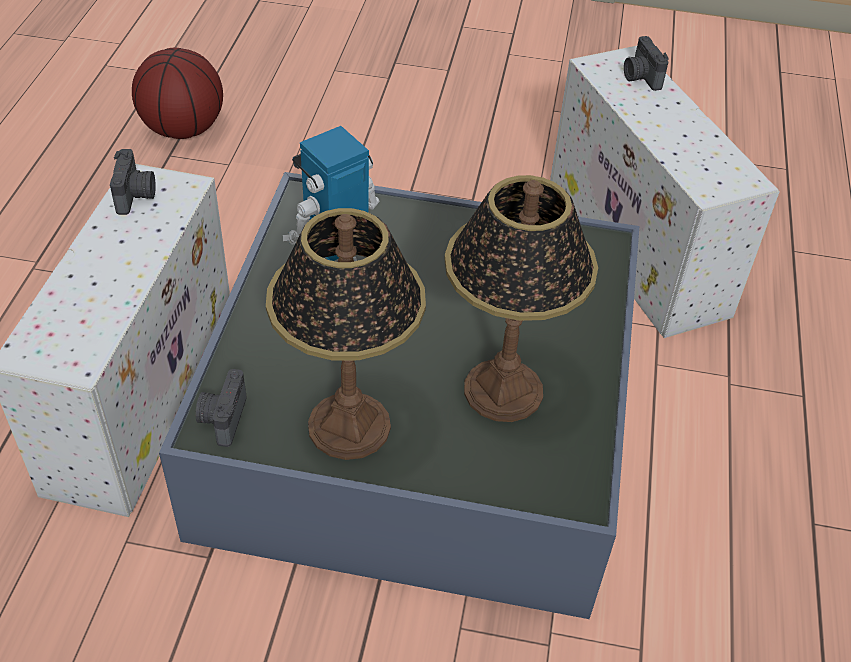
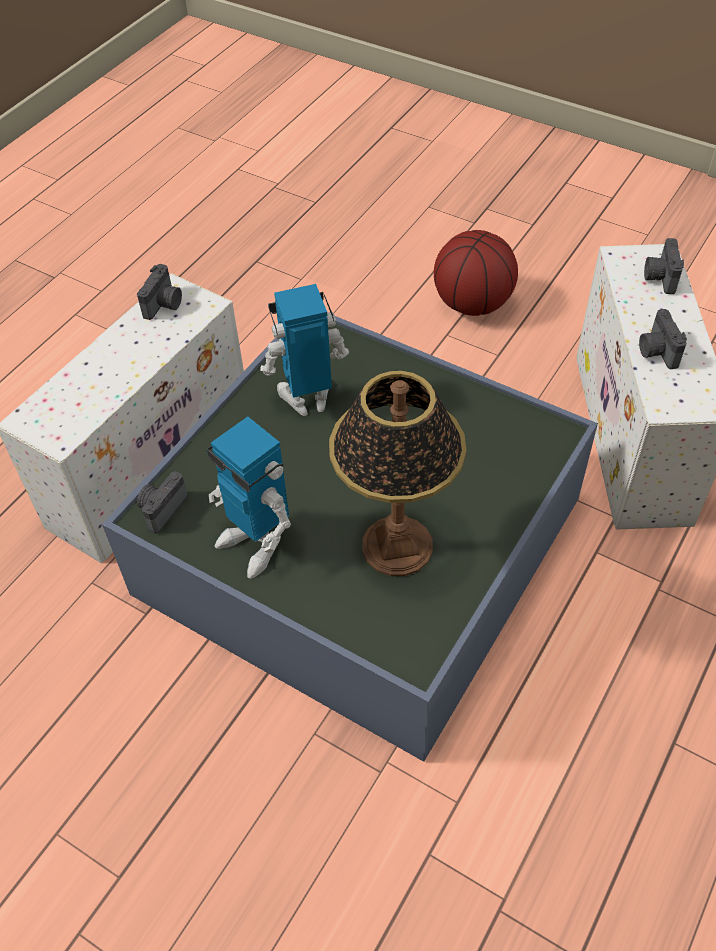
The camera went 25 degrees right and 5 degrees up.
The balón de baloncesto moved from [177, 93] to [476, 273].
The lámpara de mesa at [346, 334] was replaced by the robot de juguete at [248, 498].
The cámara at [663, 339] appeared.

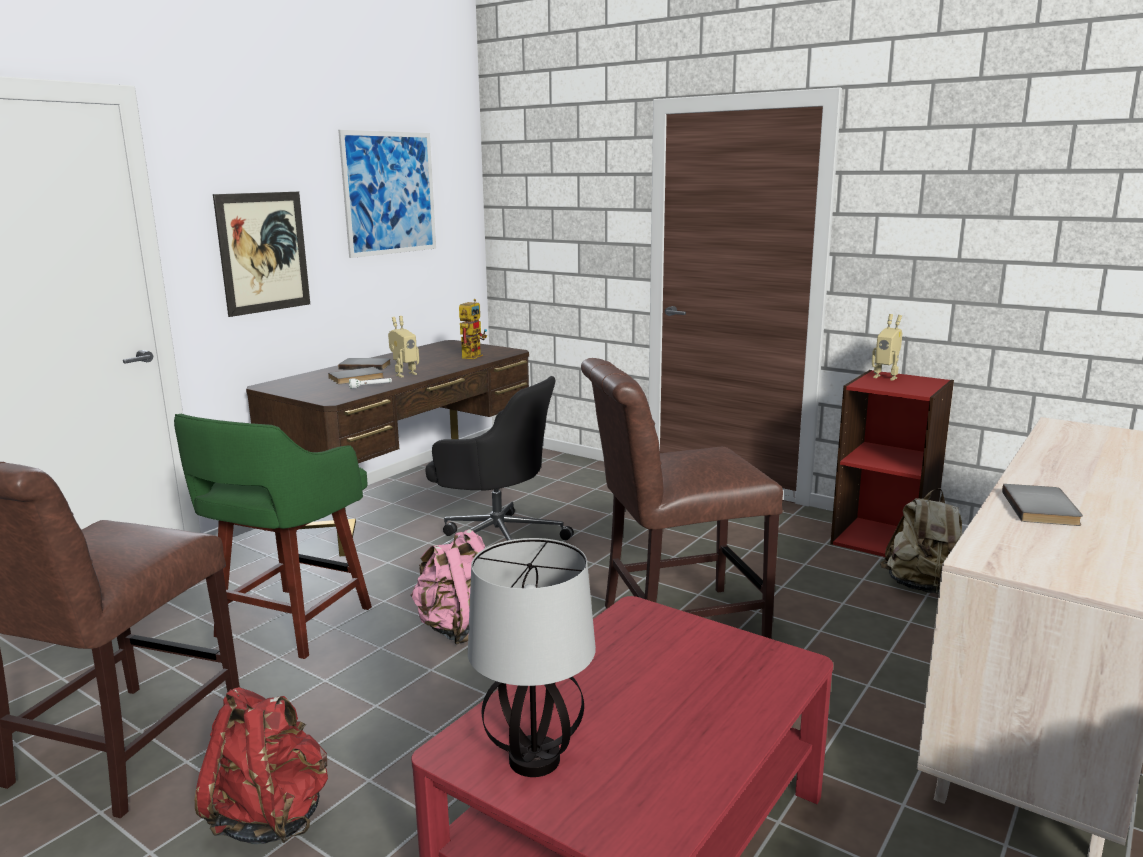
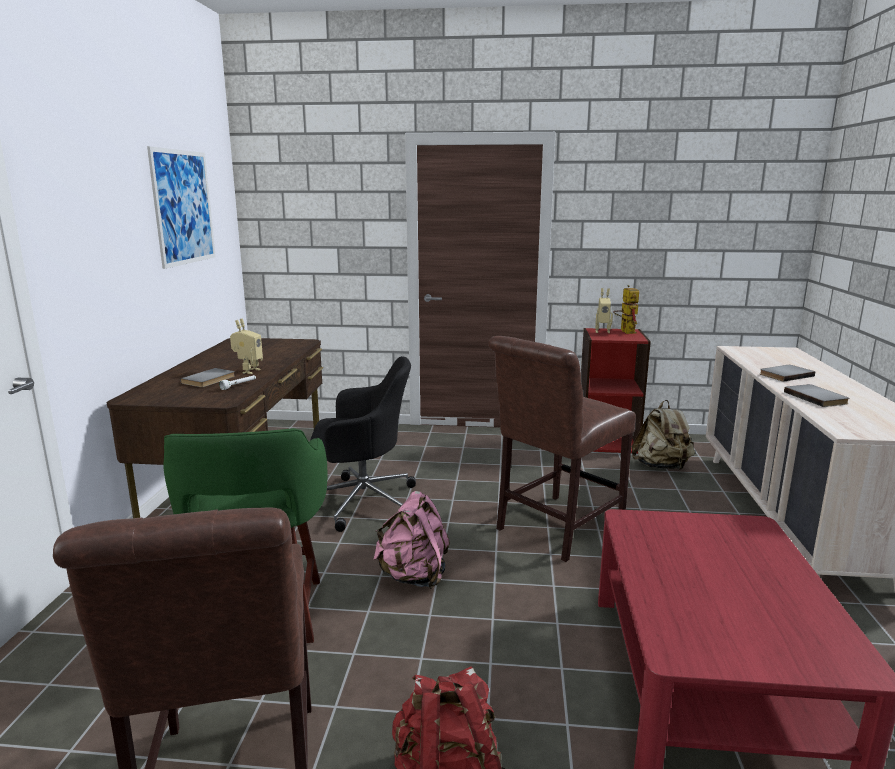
The camera went 30 degrees left and 0 degrees up.
The cuadro at [261, 254] disappeared.
The libro [gris] moved from [364, 364] to [787, 373].
The robot de juguete moved from [473, 329] to [626, 309].
The lámpara de mesa at [532, 657] disappeared.

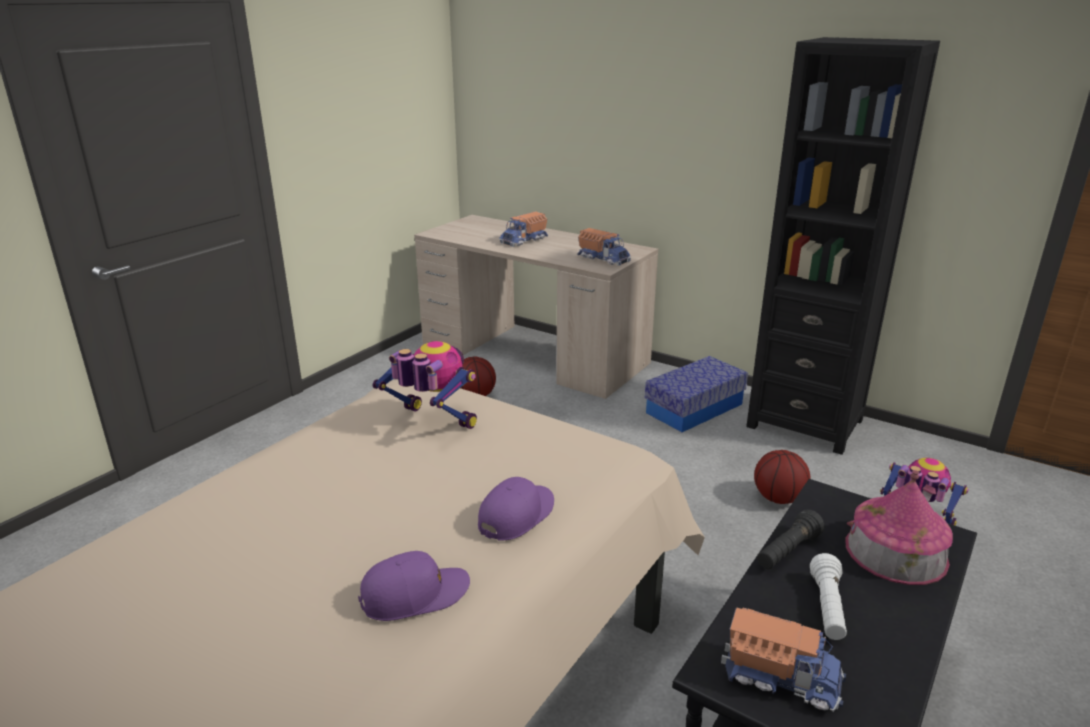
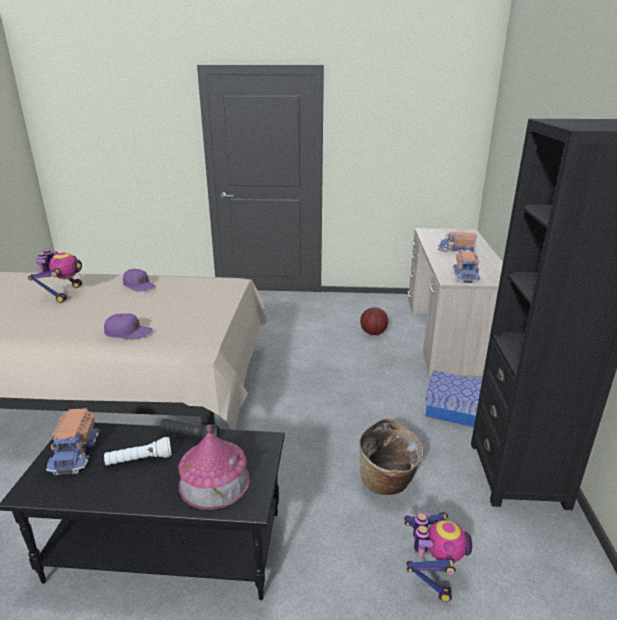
The camera went 60 degrees right and 0 degrees up.
The gorra [morado] moved from [414, 586] to [139, 280].
The robot de juguete moved from [425, 385] to [55, 276].
The balón de baloncesto at [782, 477] was replaced by the cesta at [391, 456].

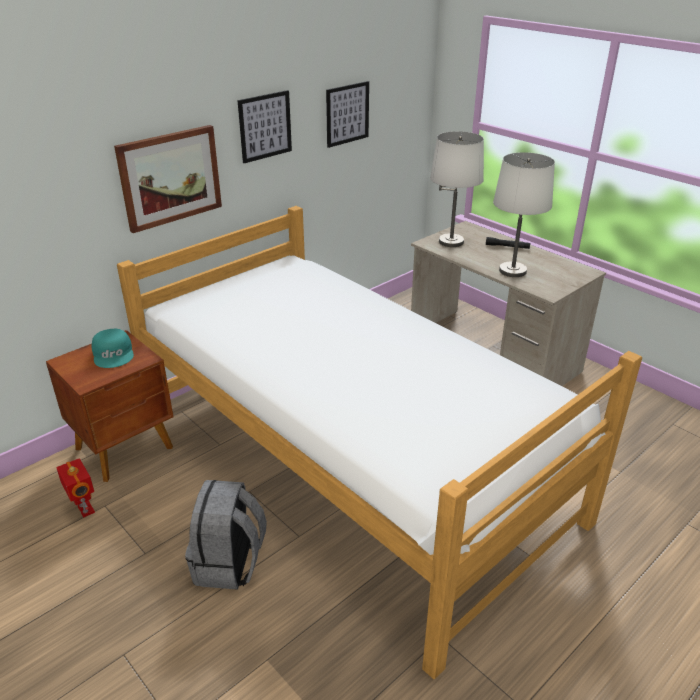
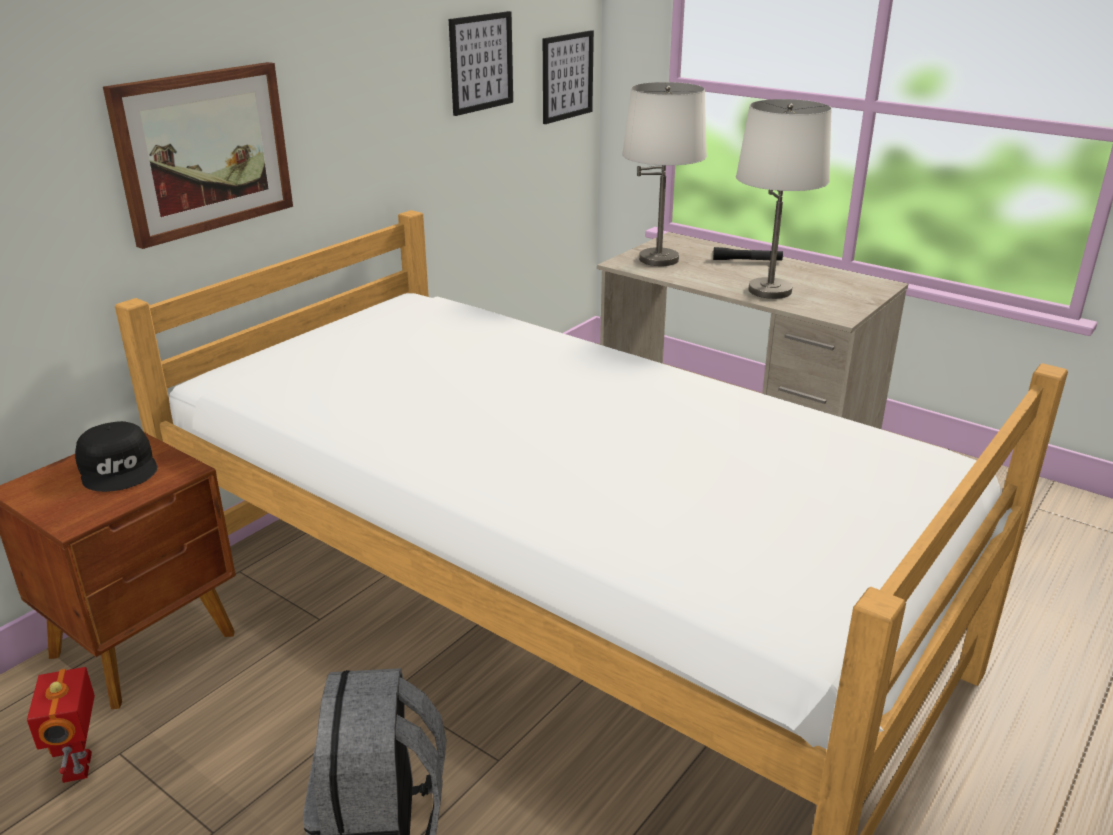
The camera went 10 degrees left and 5 degrees down.
The robot de juguete at [75, 488] turned 150 degrees counterclockwise.
The gorra [turquesa] at [113, 348] became the gorra [negro] at [116, 456].
The cuadro moved from [264, 126] to [568, 77].

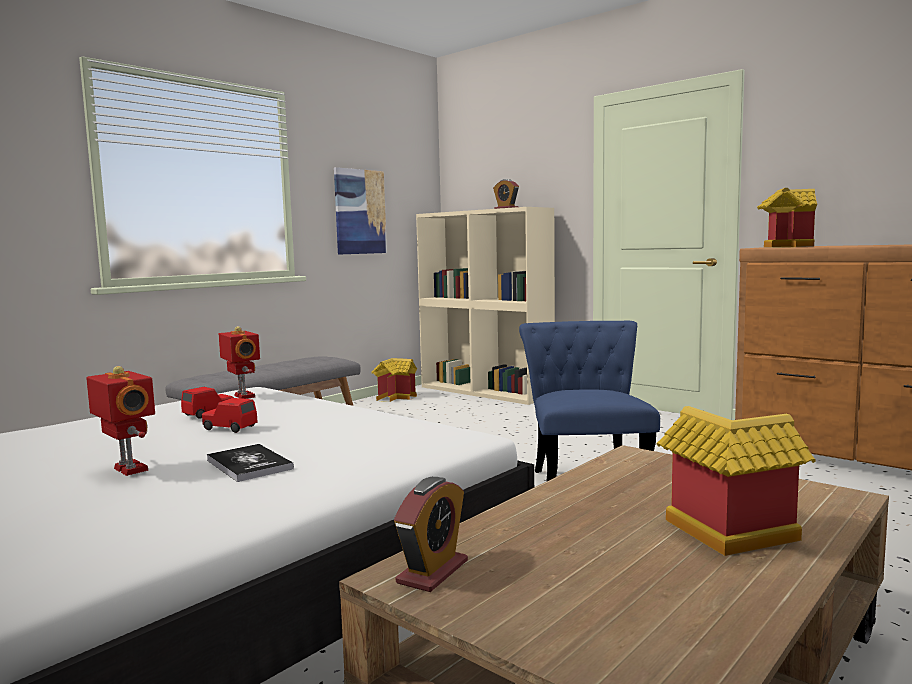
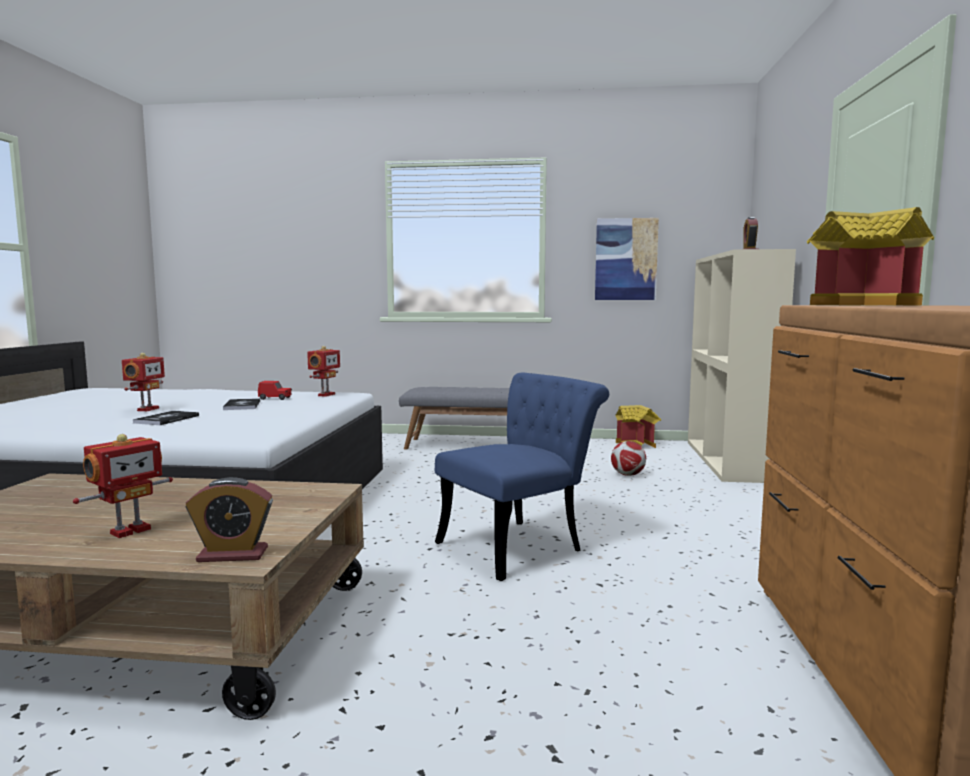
The camera went 55 degrees right and 0 degrees up.
The coche de juguete [rojo] at [229, 415] was replaced by the libro at [241, 404].
The despertador moved from [431, 534] to [229, 519].
The casita at [736, 481] was replaced by the robot de juguete at [123, 486].
The balón de fútbol at [628, 458] appeared.

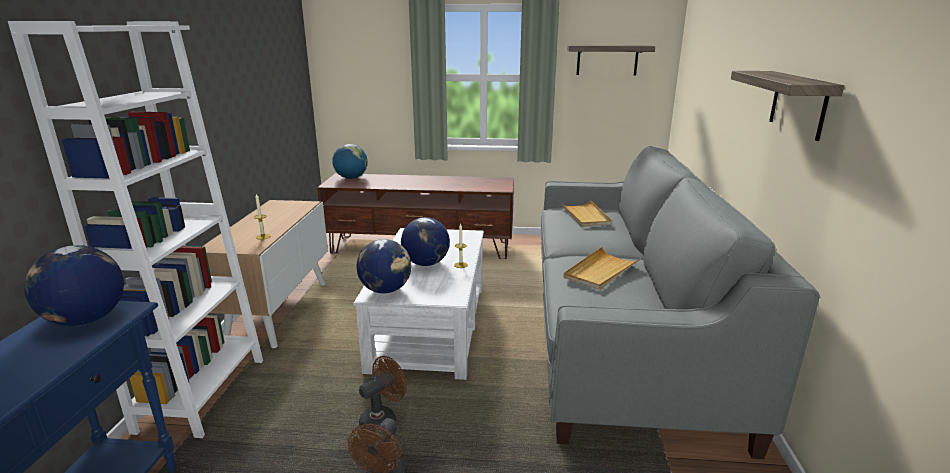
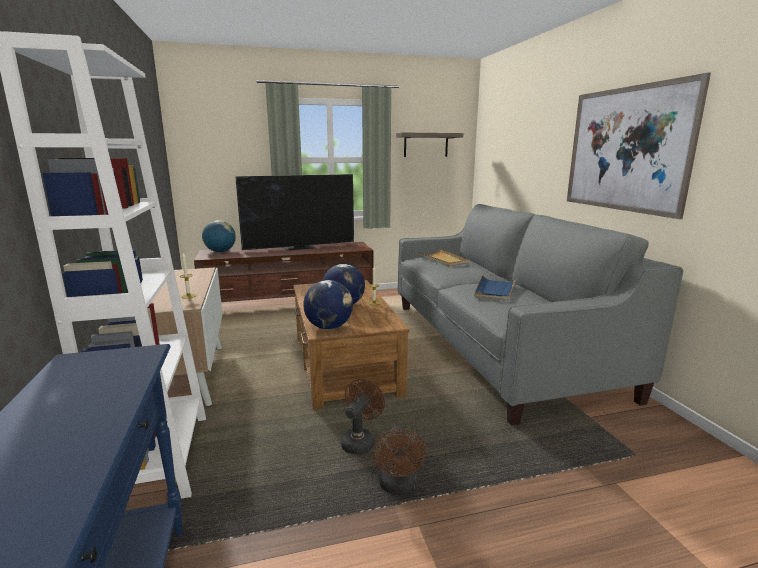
The camera went 20 degrees left and 5 degrees down.
The globo terráqueo at [74, 285] disappeared.
The mesa de centro [blanco] at [419, 304] became the mesa de centro [marrón] at [351, 345].
The bandeja [beis] at [602, 268] became the bandeja [azul] at [496, 287].
The estante at [787, 106] was replaced by the cuadro at [639, 146].
The televisor at [294, 212] appeared.

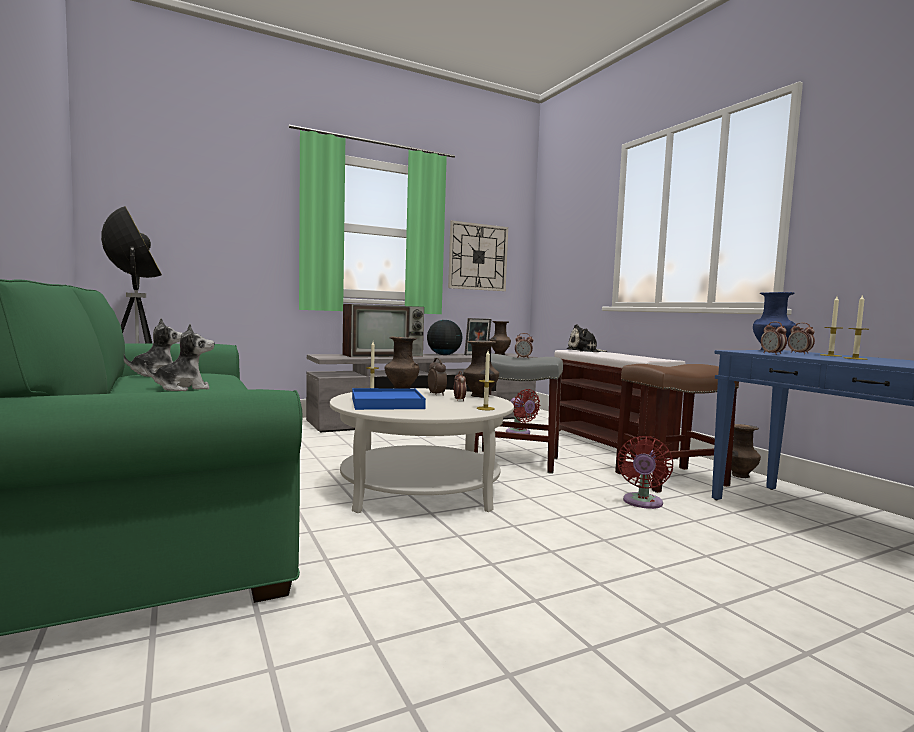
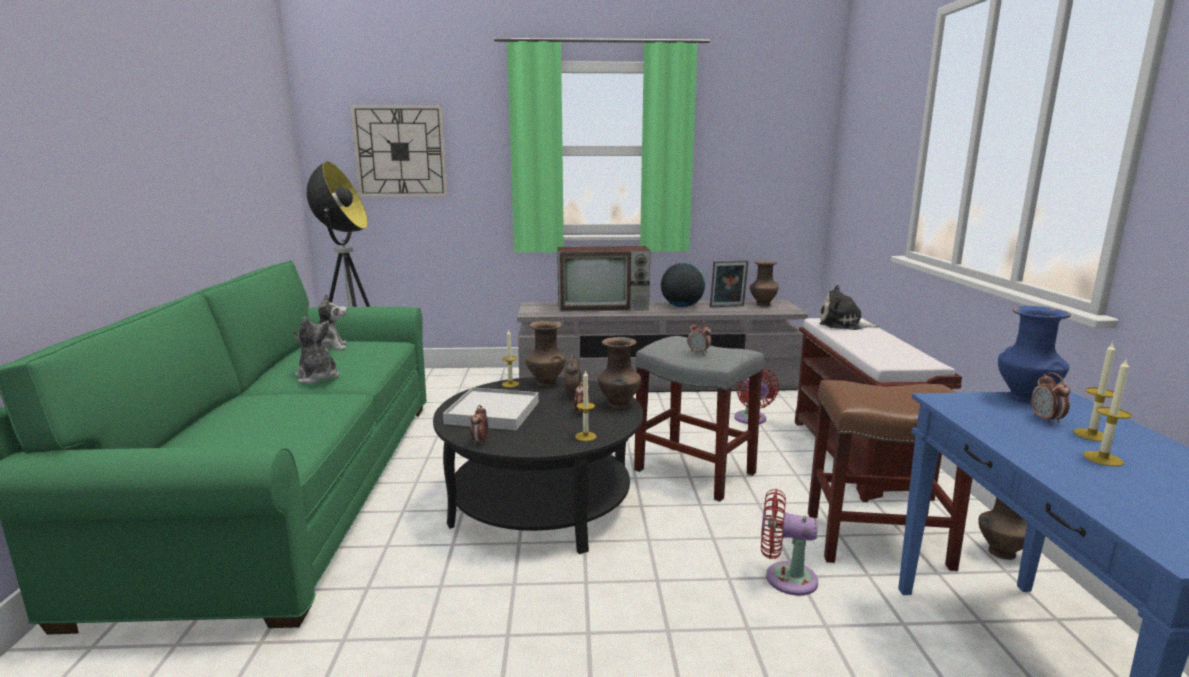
The camera went 25 degrees right and 10 degrees up.
The peluche at [180, 357] turned 135 degrees counterclockwise.
The mesa de centro [blanco] at [422, 450] became the mesa de centro [negro] at [538, 465].
The bandeja [azul] at [389, 399] became the bandeja [blanco] at [491, 408].
The reloj de pared moved from [478, 256] to [398, 151].
The ventilador [rojo] at [645, 472] turned 60 degrees clockwise.
The despertador moved from [774, 338] to [479, 425].

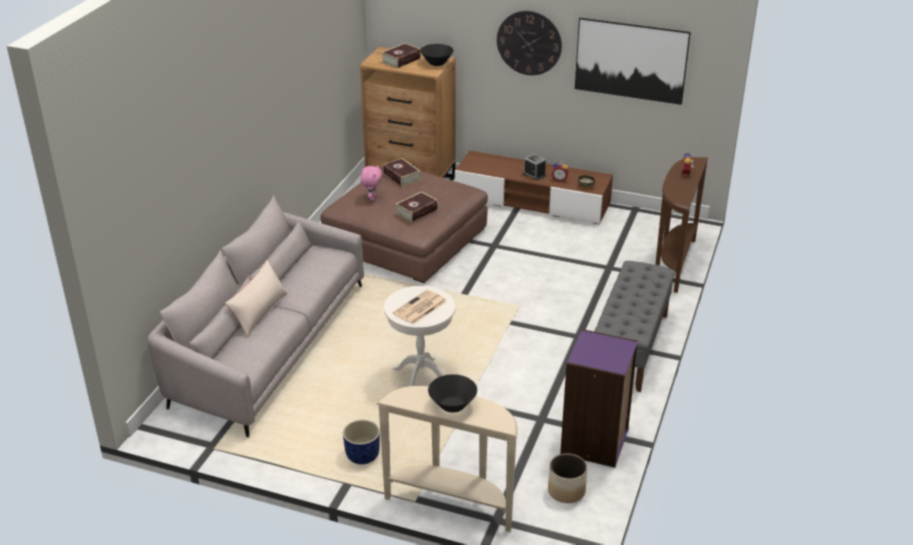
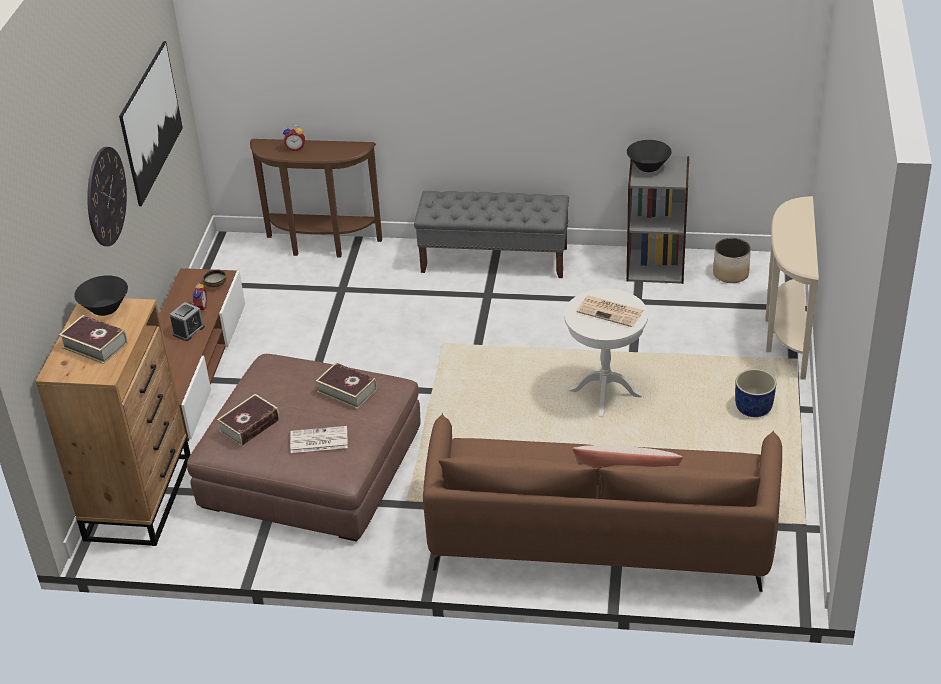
The camera went 100 degrees left and 5 degrees up.
The sofá [gris] at [255, 316] became the sofá [marrón] at [602, 502].
The peluche [rosa] at [371, 182] was replaced by the periódico at [319, 439].
The cuenco [negro] moved from [452, 393] to [649, 156].
The estantería [morado] at [599, 398] became the estantería [gris] at [657, 220].

